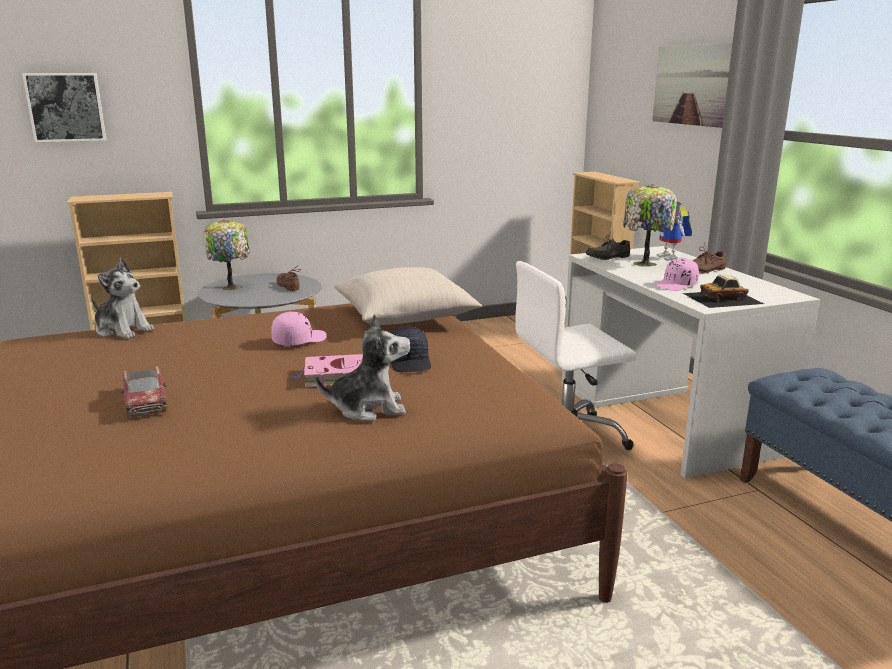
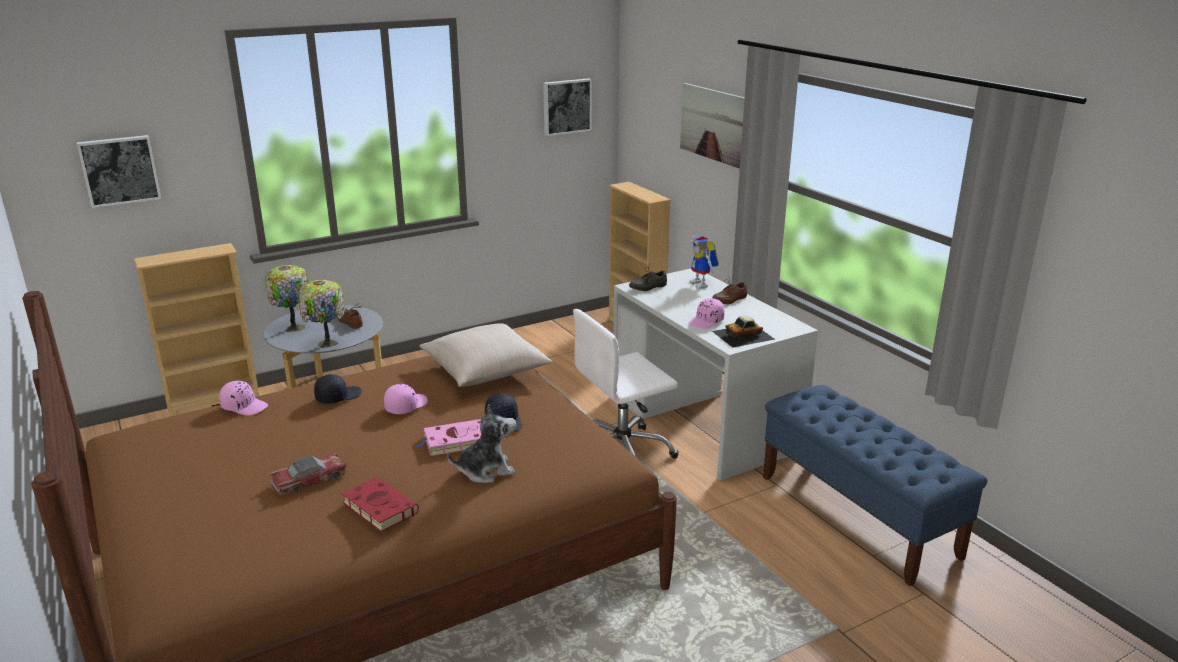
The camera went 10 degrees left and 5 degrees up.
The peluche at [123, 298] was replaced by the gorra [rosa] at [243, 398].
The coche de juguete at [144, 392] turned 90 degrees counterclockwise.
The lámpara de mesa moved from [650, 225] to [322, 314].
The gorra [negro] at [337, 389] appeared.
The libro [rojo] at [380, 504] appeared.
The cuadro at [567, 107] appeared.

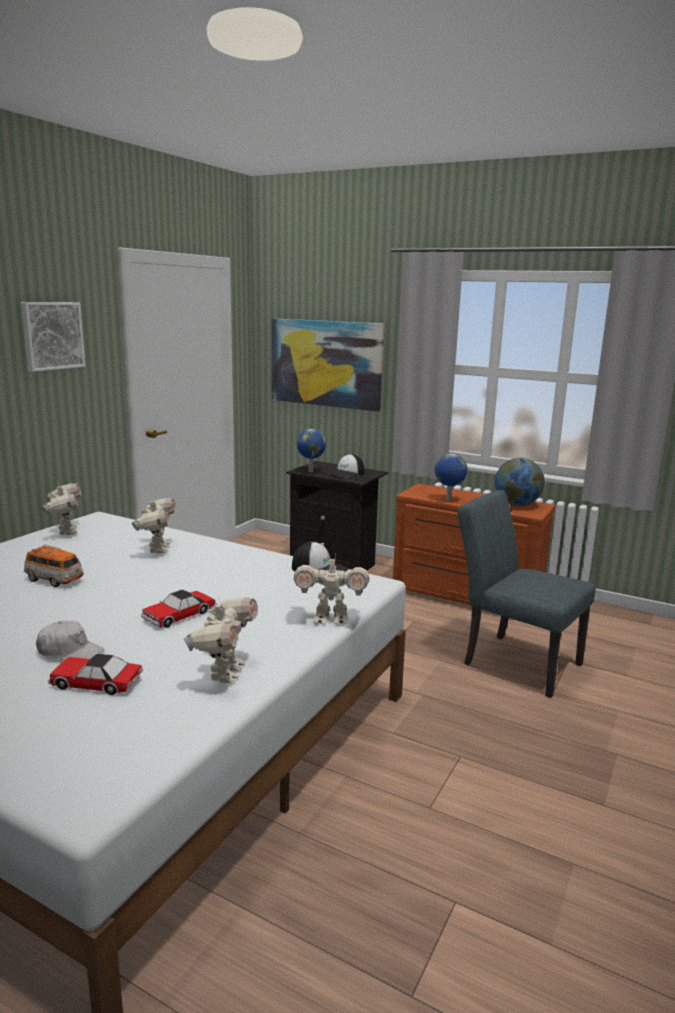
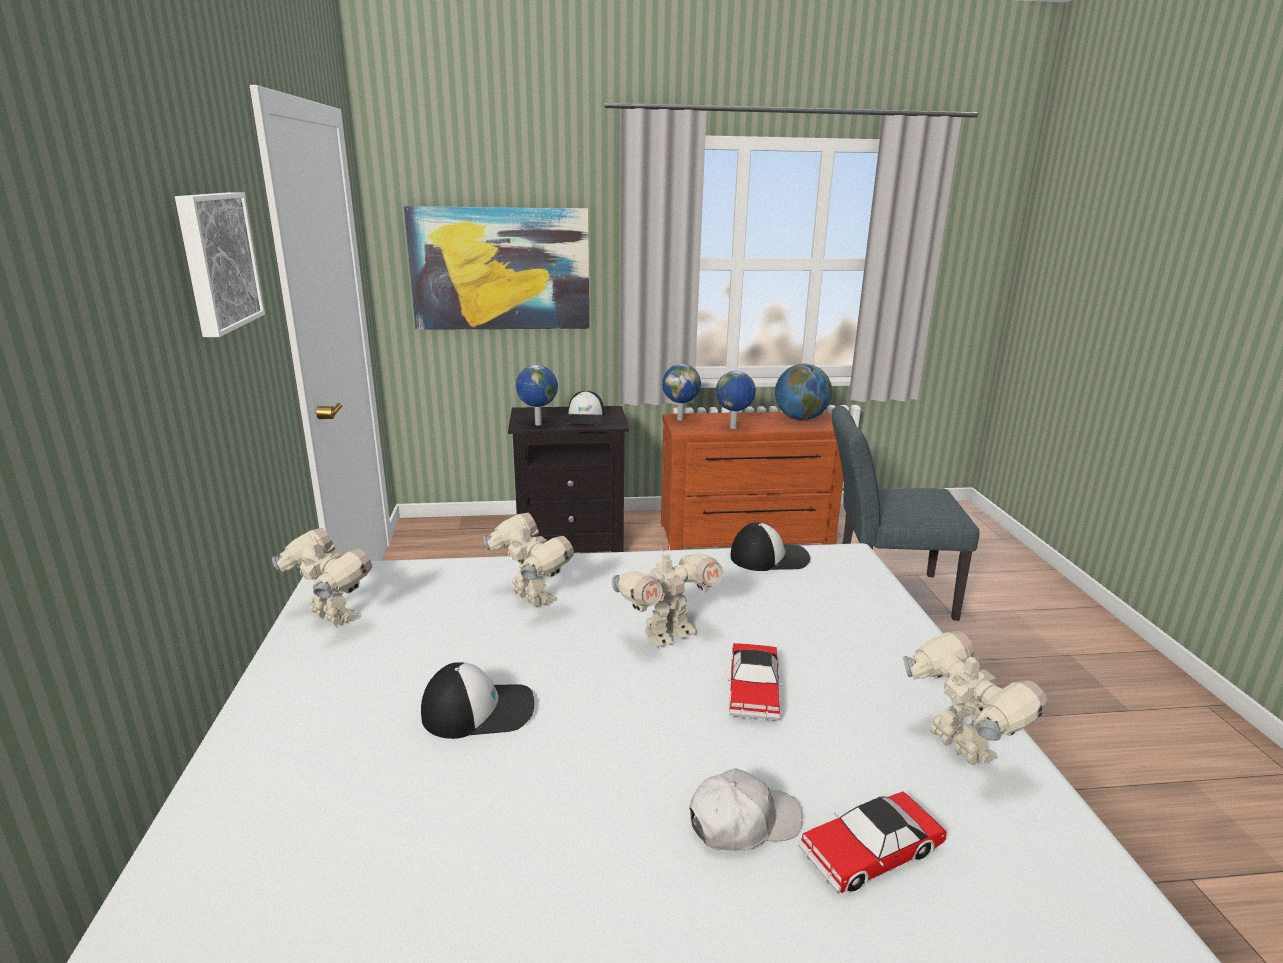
The camera went 35 degrees left and 5 degrees up.
The coche de juguete at [54, 566] was replaced by the gorra at [477, 700].
The robot de juguete moved from [332, 588] to [668, 596].
The globo terráqueo at [681, 392] appeared.

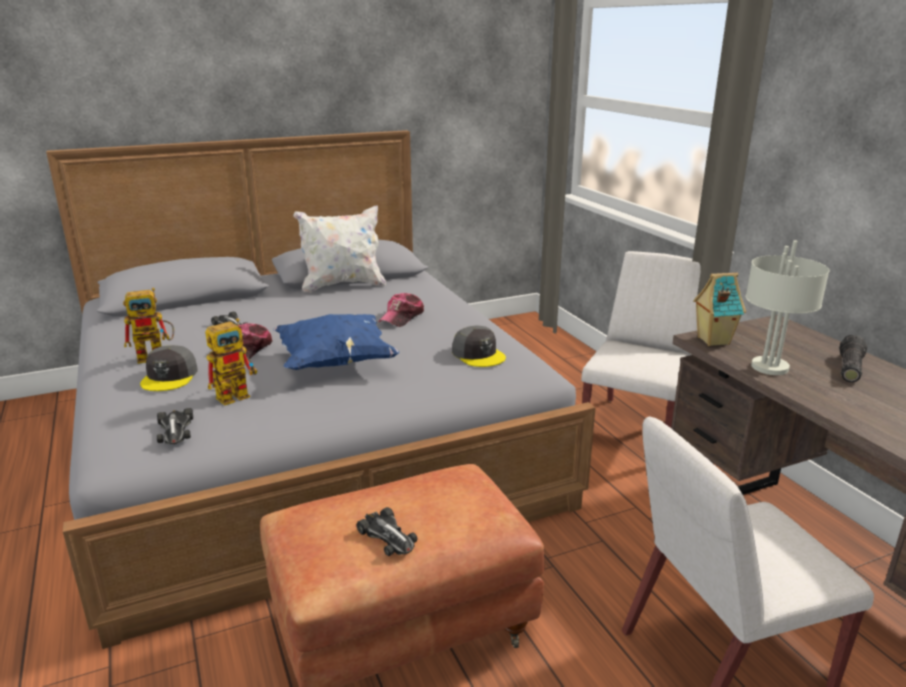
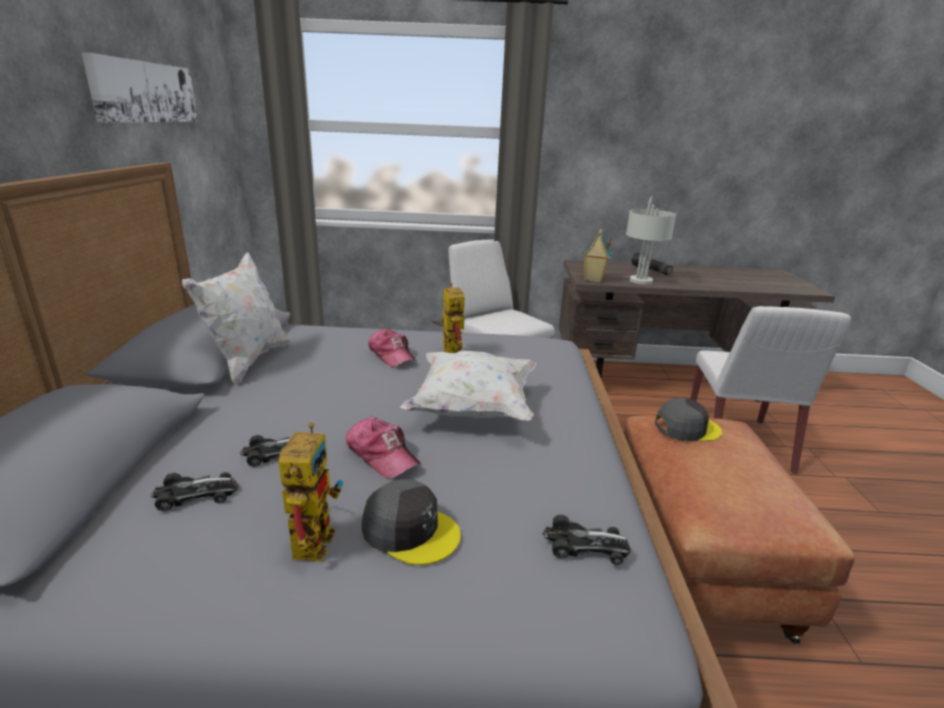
The camera went 65 degrees left and 0 degrees up.
The robot de juguete moved from [231, 362] to [447, 318].
The cojín [azul] at [336, 342] became the cojín [blanco] at [468, 385].
The coche de juguete moved from [386, 531] to [194, 491].
The gorra [gris] moved from [479, 346] to [688, 420].
The cuadro at [140, 87] appeared.

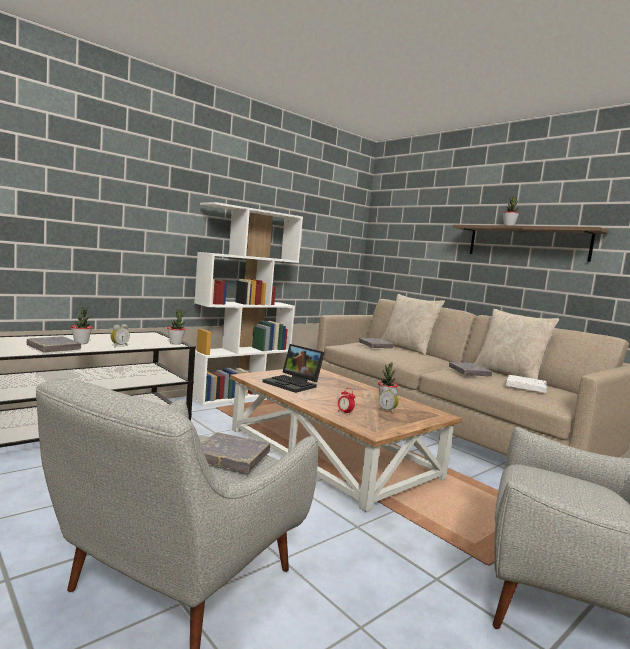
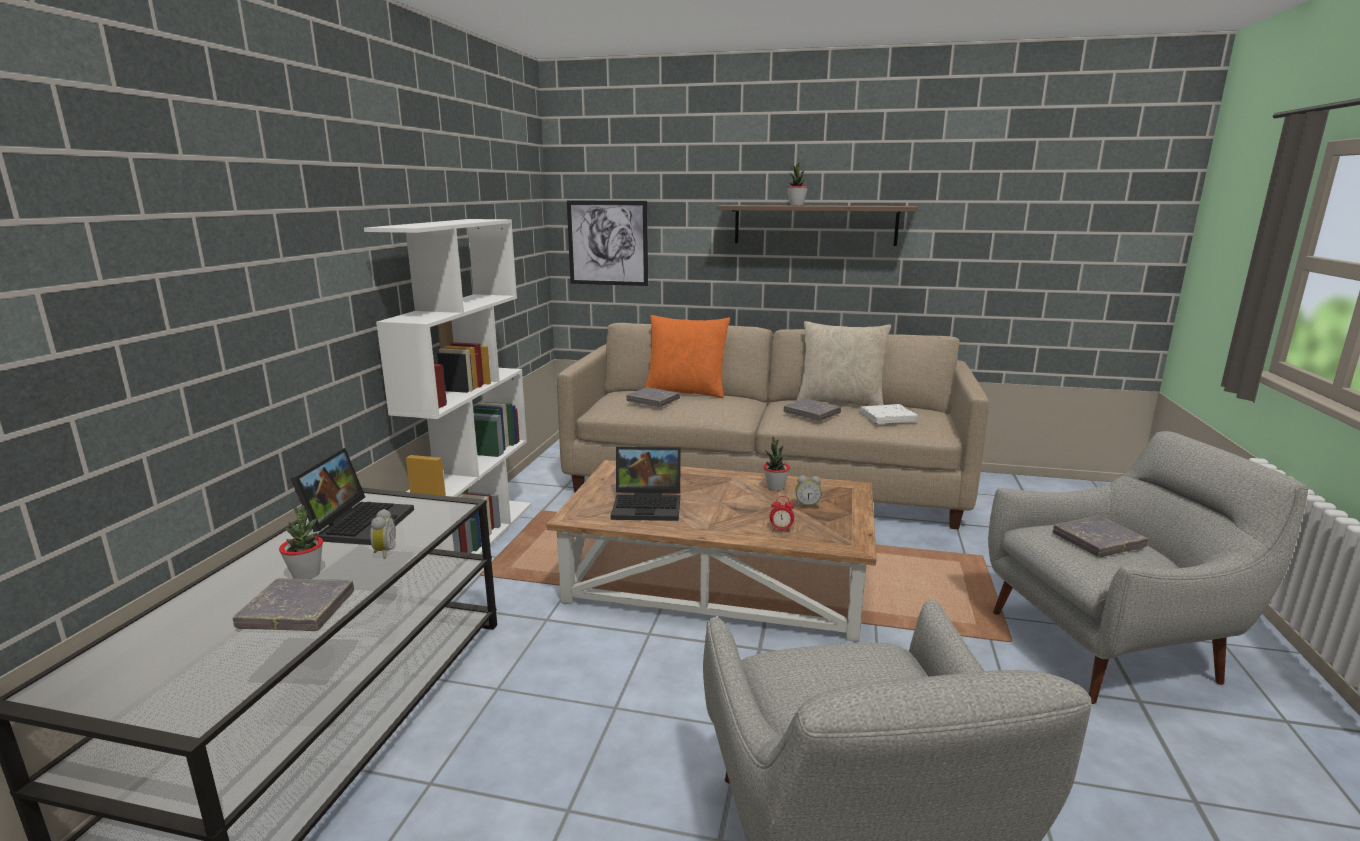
The camera went 35 degrees left and 10 degrees up.
The planta en maceta at [177, 326] disappeared.
The libro [gris] moved from [235, 452] to [1100, 536].
The cojín [beis] at [413, 324] became the cojín [naranja] at [687, 356].
The portátil at [352, 496] appeared.
The cuadro at [607, 243] appeared.

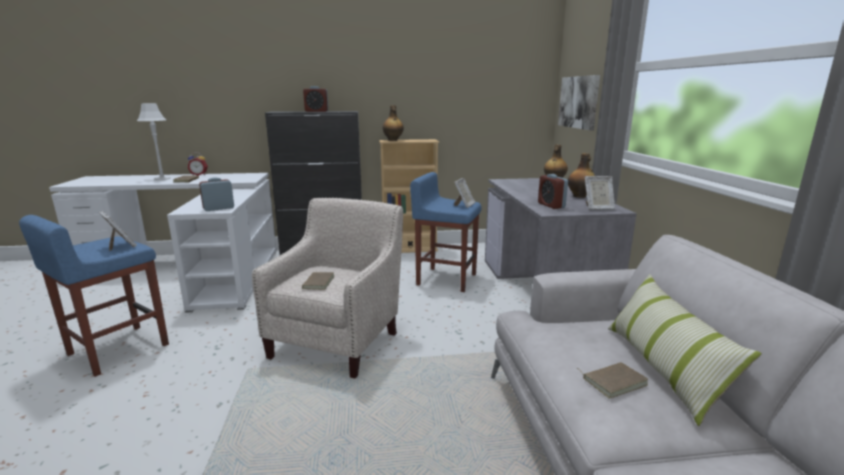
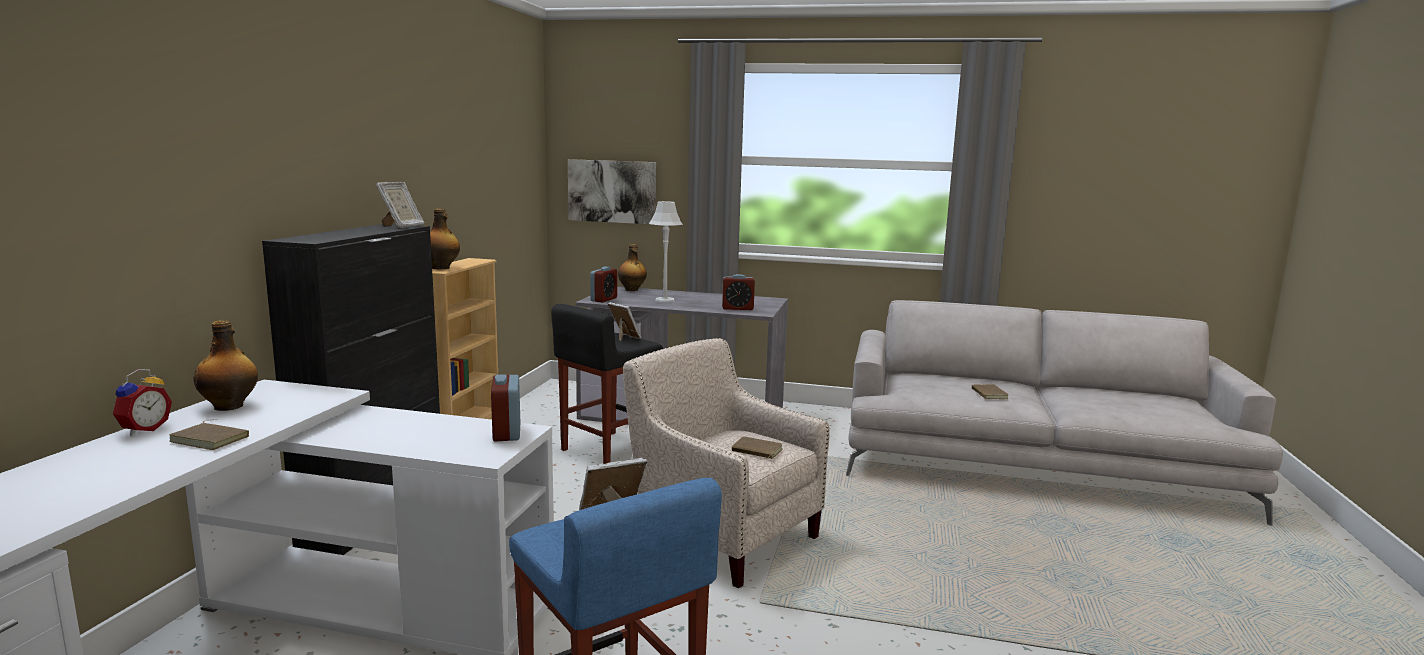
The camera went 70 degrees left and 5 degrees down.
The lámpara de mesa [gris] moved from [154, 142] to [666, 251].
The despertador moved from [315, 99] to [603, 284].
The taburete [azul] at [446, 232] became the taburete [negro] at [607, 384].
The botella moved from [581, 175] to [225, 365].
The portarretratos moved from [600, 193] to [400, 205].
The cojín at [685, 350] disappeared.

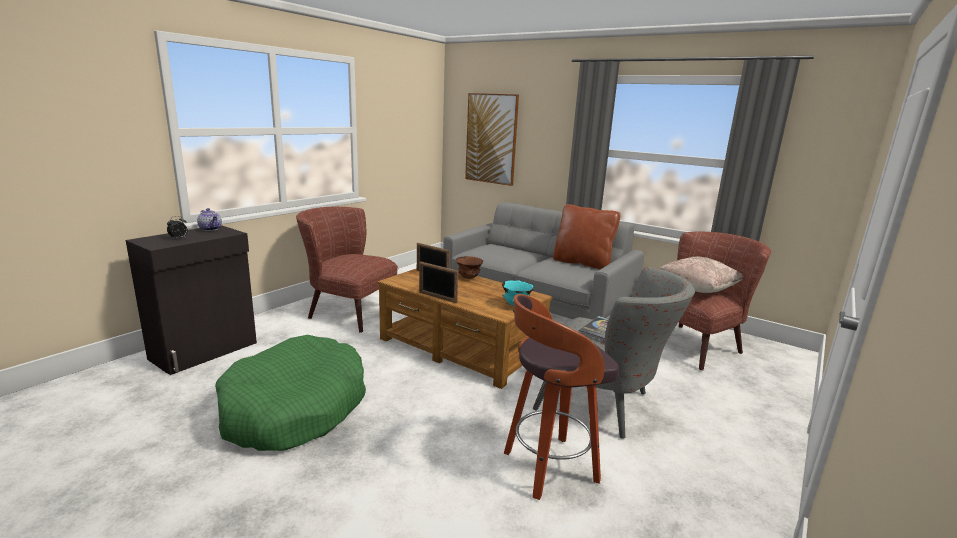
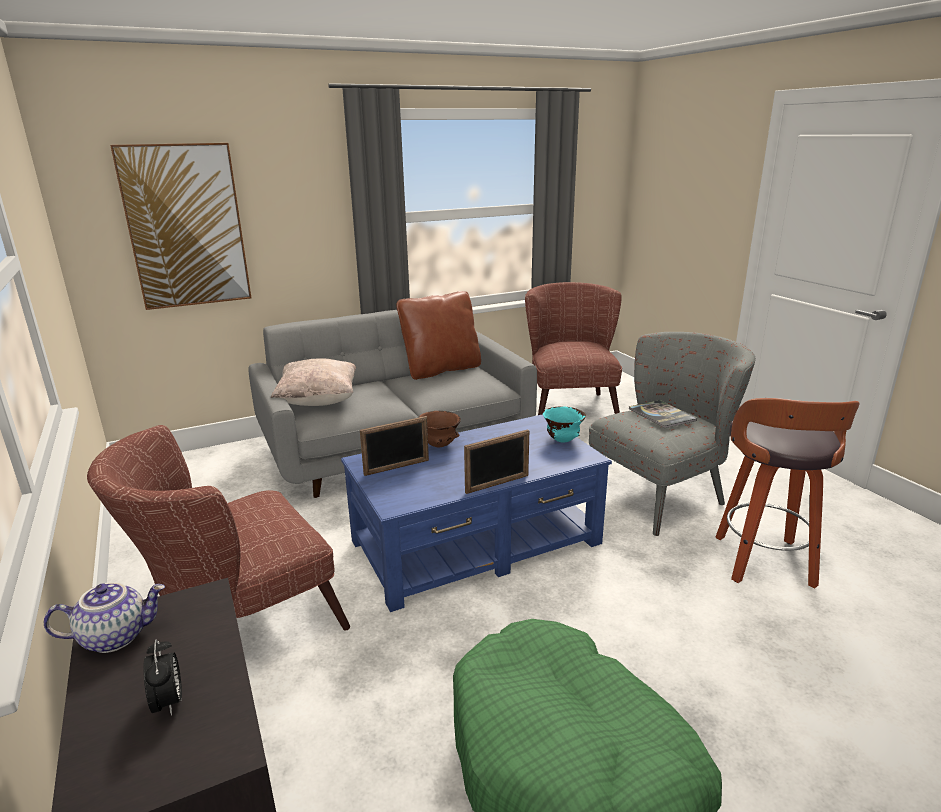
The camera went 60 degrees left and 5 degrees up.
The mesa de centro [marrón] at [464, 328] became the mesa de centro [azul] at [476, 513].
The cojín [beis] moved from [701, 275] to [313, 382].

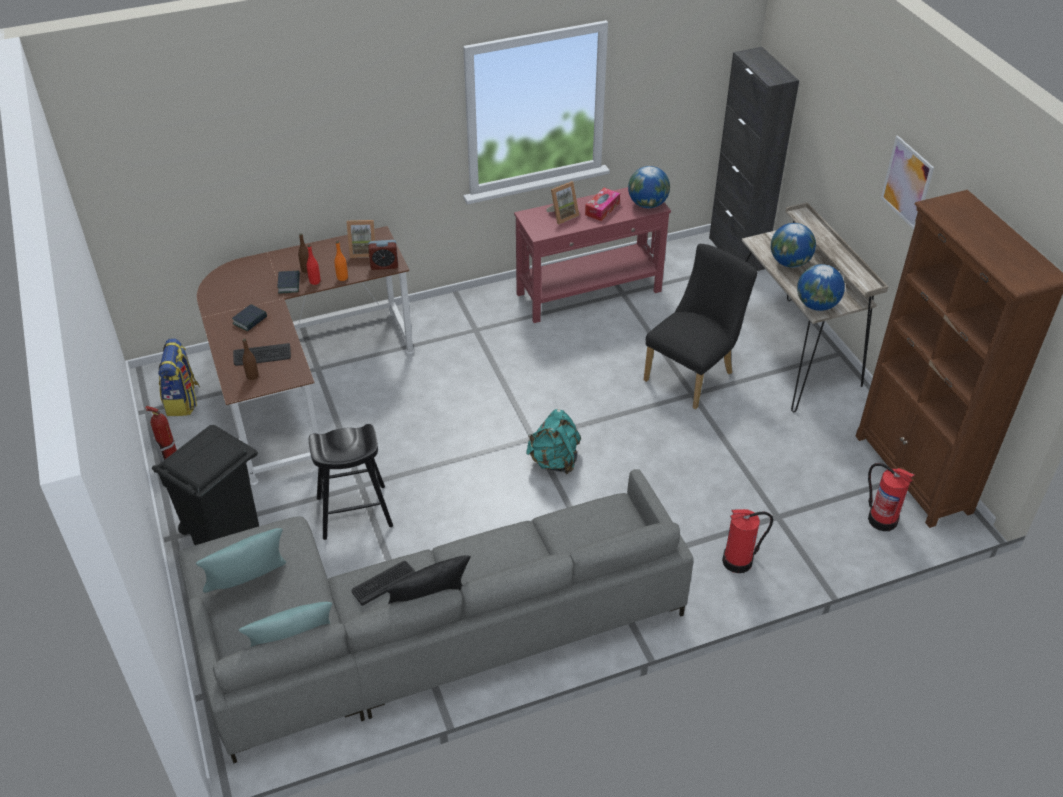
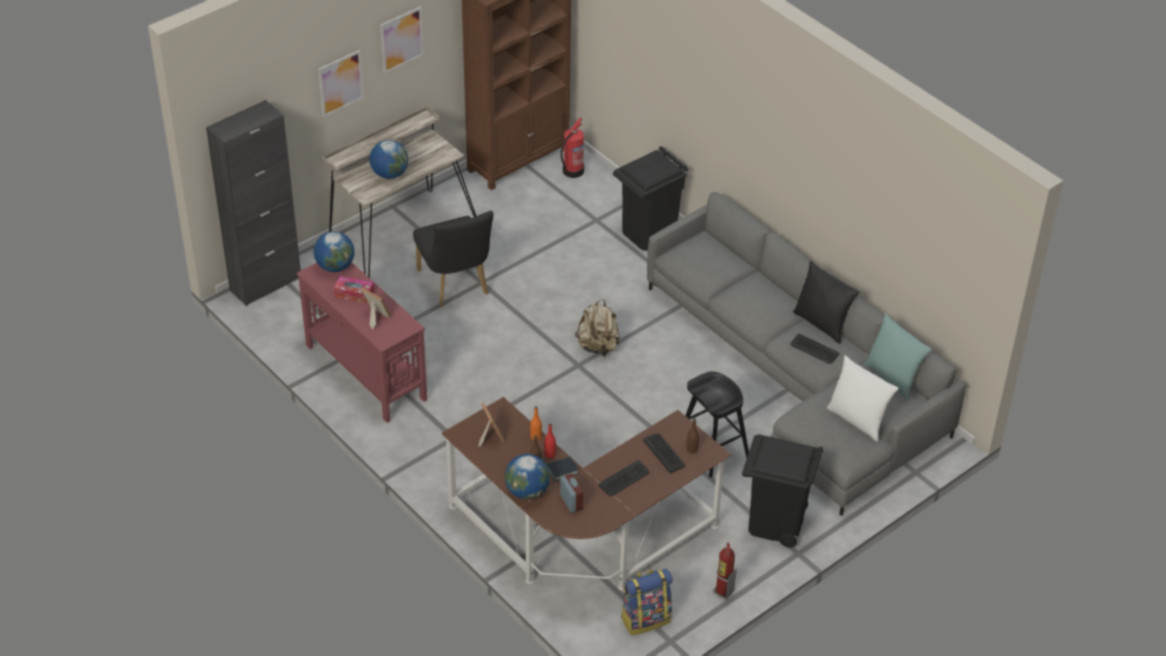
The camera went 110 degrees left and 0 degrees up.
The cojín [turquesa] at [241, 560] became the cojín [blanco] at [863, 398].
The libro at [249, 318] was replaced by the teclado at [624, 478].
The despertador moved from [383, 255] to [571, 493].
The mochila [turquesa] at [553, 442] became the mochila [beis] at [597, 328].
The silla [negro] at [700, 326] turned 135 degrees counterclockwise.
The extintor at [747, 541] was replaced by the papelera [negro] at [650, 198].
The globo terráqueo moved from [821, 287] to [527, 476].
The cuadro at [341, 83] appeared.

